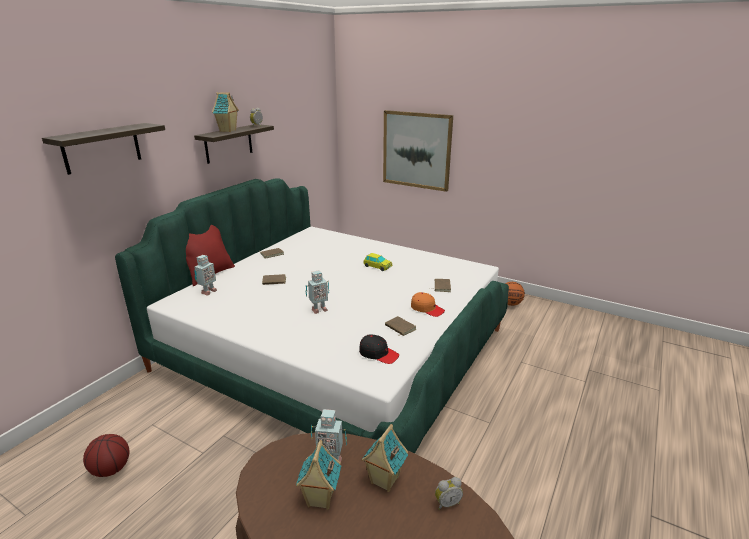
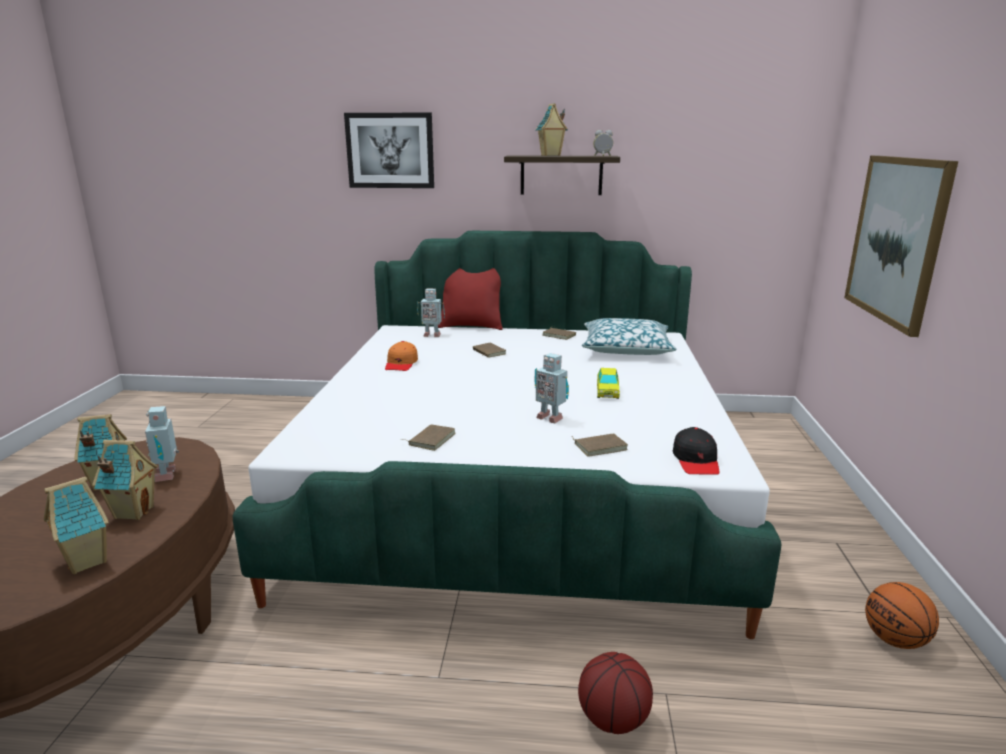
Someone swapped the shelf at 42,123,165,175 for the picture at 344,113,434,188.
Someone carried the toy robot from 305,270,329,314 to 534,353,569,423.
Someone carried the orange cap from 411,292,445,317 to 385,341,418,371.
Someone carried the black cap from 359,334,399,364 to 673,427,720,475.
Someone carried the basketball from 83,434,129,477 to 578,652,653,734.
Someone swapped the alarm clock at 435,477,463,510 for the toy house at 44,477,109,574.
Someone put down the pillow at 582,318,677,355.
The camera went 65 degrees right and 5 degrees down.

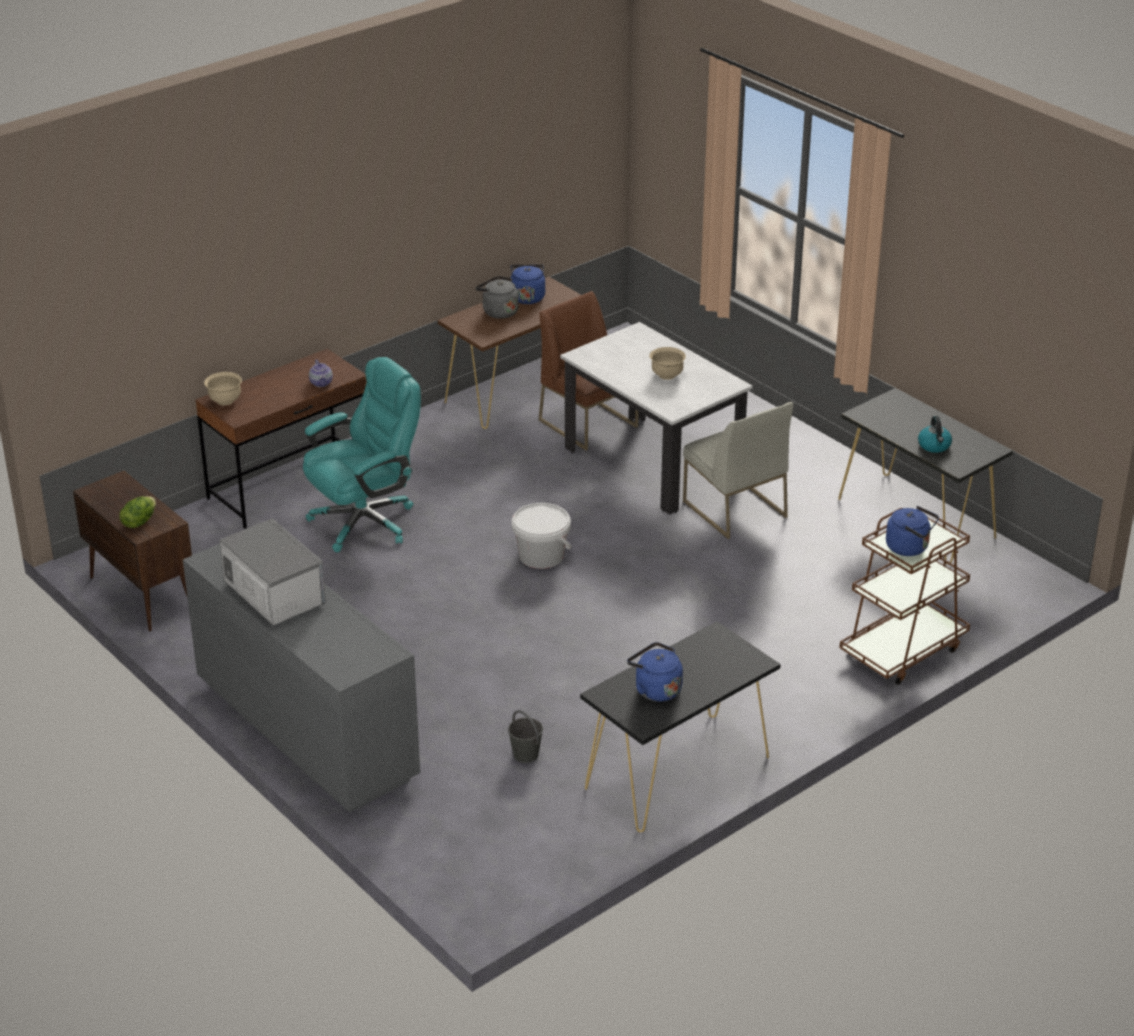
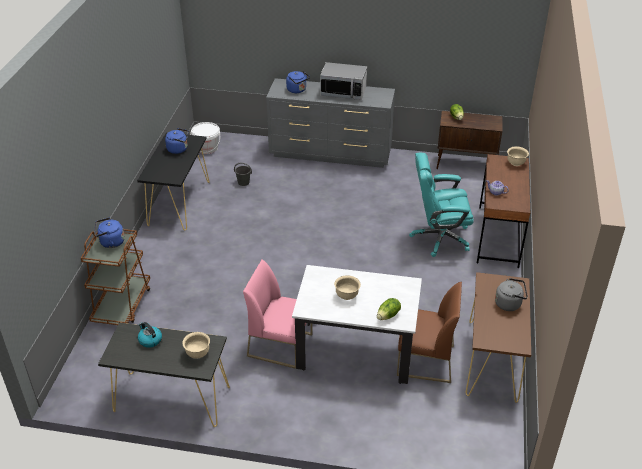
Someone carried the blue kettle from 510,264,545,304 to 286,71,310,93.
Someone rotated the turquoise office chair at 303,357,421,552 by 75 degrees clockwise.
Someone repainted the white chair at 683,402,793,539, which became the pink chair at 243,260,313,369.
Someone carried the white bucket from 512,503,572,569 to 190,122,220,154.
Someone put down the lettuce at 377,298,401,320.
Someone put down the beige bowl at 182,332,210,358.
The camera went 140 degrees right and 5 degrees up.

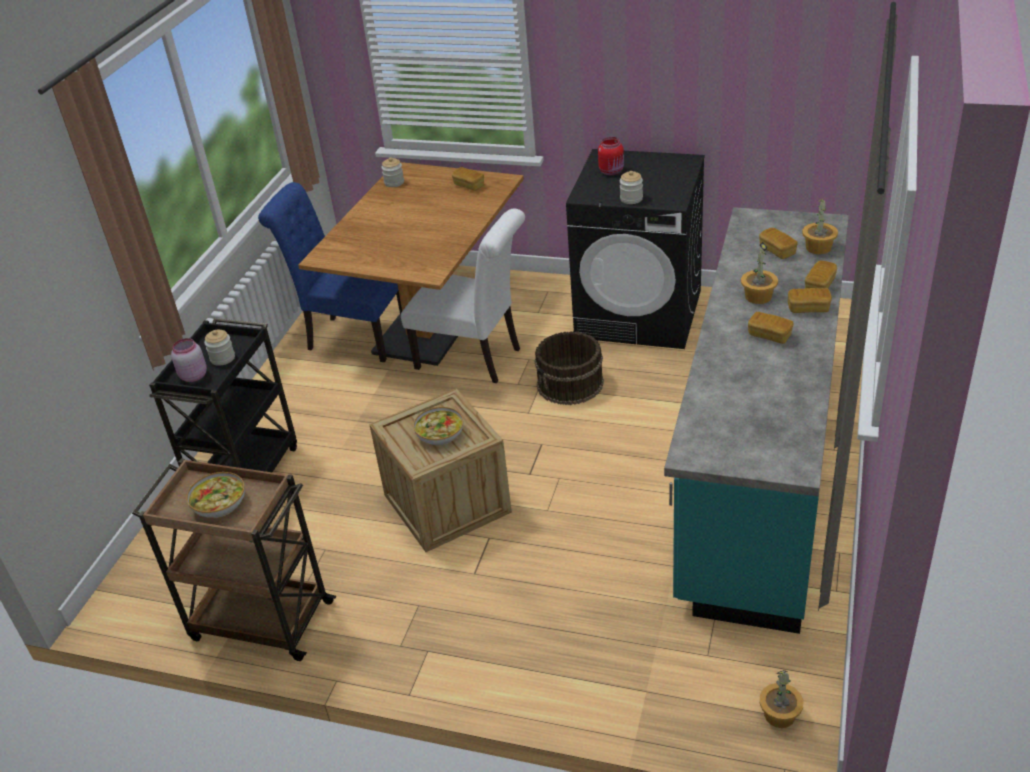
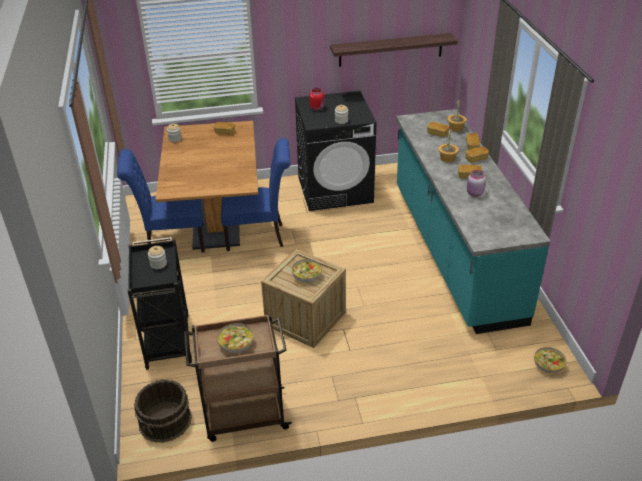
Someone repainted the white chair at 401,209,525,383, which became the blue chair at 221,138,290,251.
Someone carried the brown bucket from 535,331,604,405 to 134,380,192,442.
Someone carried the pink jar from 171,338,207,382 to 467,170,486,197.
Someone swapped the potted plant at 759,670,803,728 for the bowl at 534,347,567,373.
Someone put up the shelf at 330,33,458,67.
The camera went 30 degrees left and 0 degrees up.

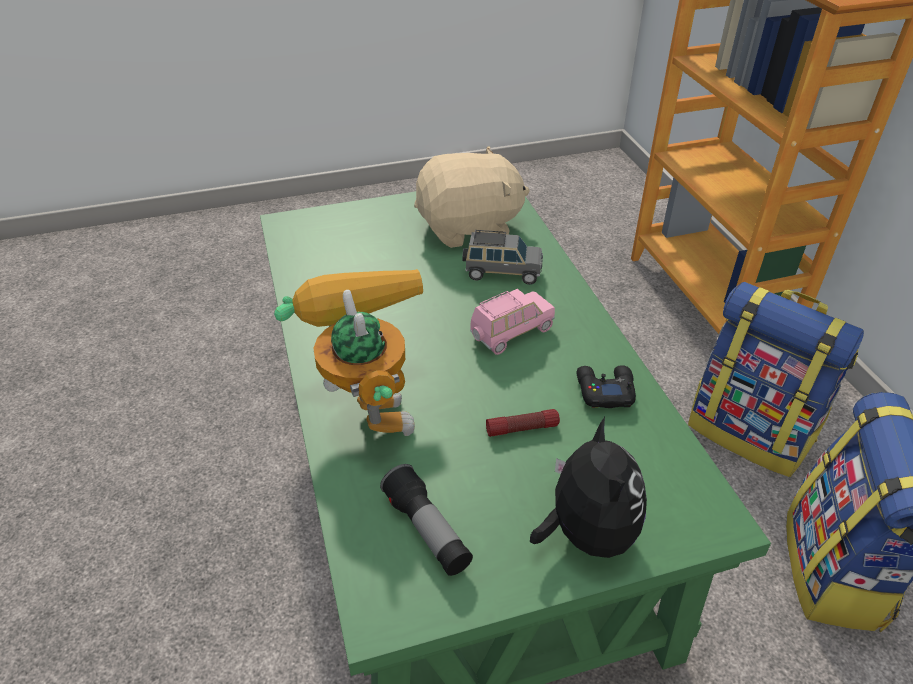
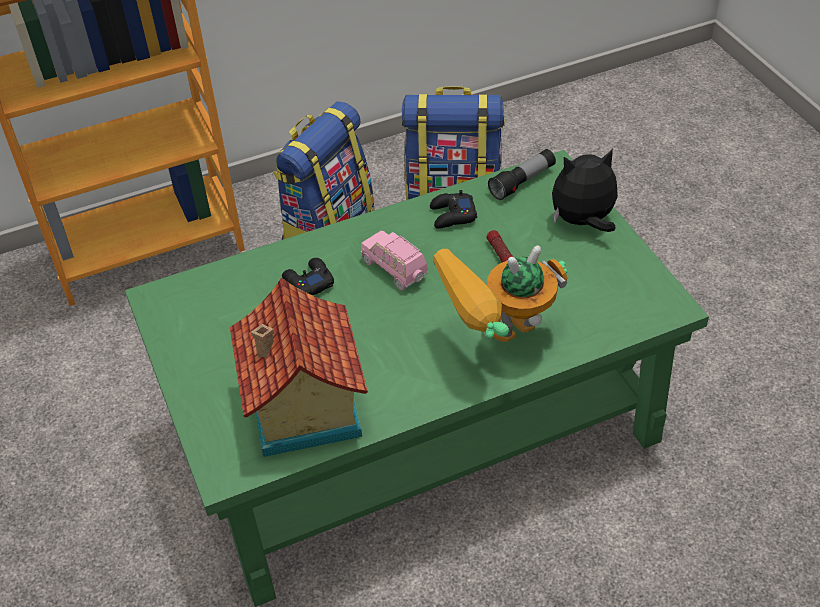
Someone took away the beige plush toy at 414,146,530,248.
Someone swapped the grey toy car at 462,230,543,285 for the black game controller at 282,258,334,295.
Someone carried the flashlight from 380,464,473,576 to 488,149,556,200.
Someone put down the toy house at 230,278,368,457.
The camera went 95 degrees left and 5 degrees up.

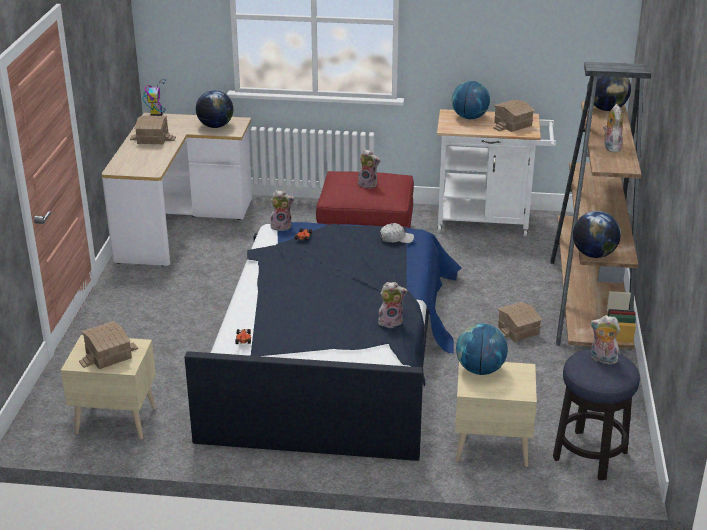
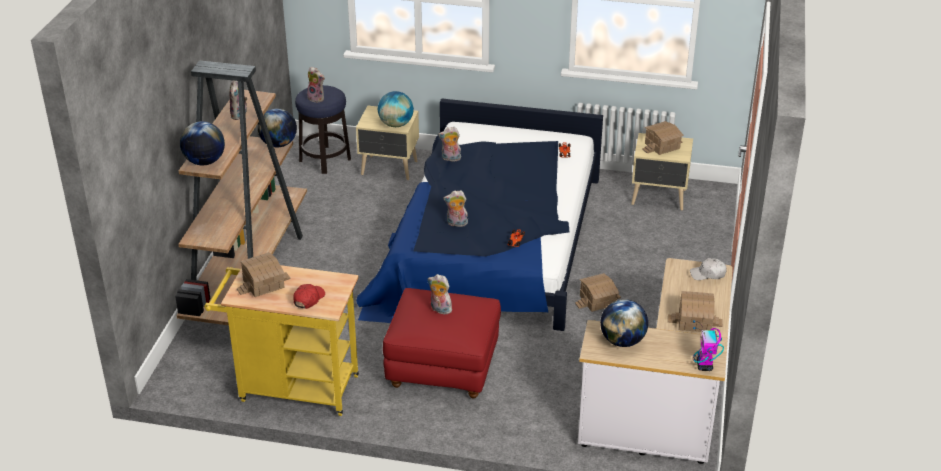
Someone swapped the globe at 452,81,490,119 for the red cap at 294,284,325,309.
Someone repainted the white cart at 437,109,556,236, which became the yellow cart at 205,265,359,416.
Someone carried the plush toy from 270,190,295,231 to 443,190,468,227.
Someone carried the white cap from 380,223,414,243 to 690,258,727,280.
Someone carried the toy house from 497,302,543,342 to 575,273,621,312.
The camera went 175 degrees left and 5 degrees up.

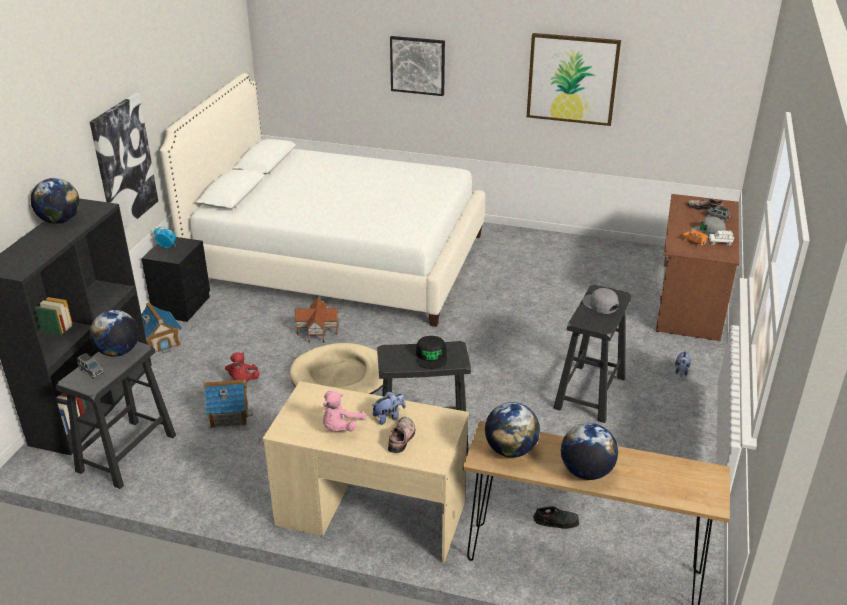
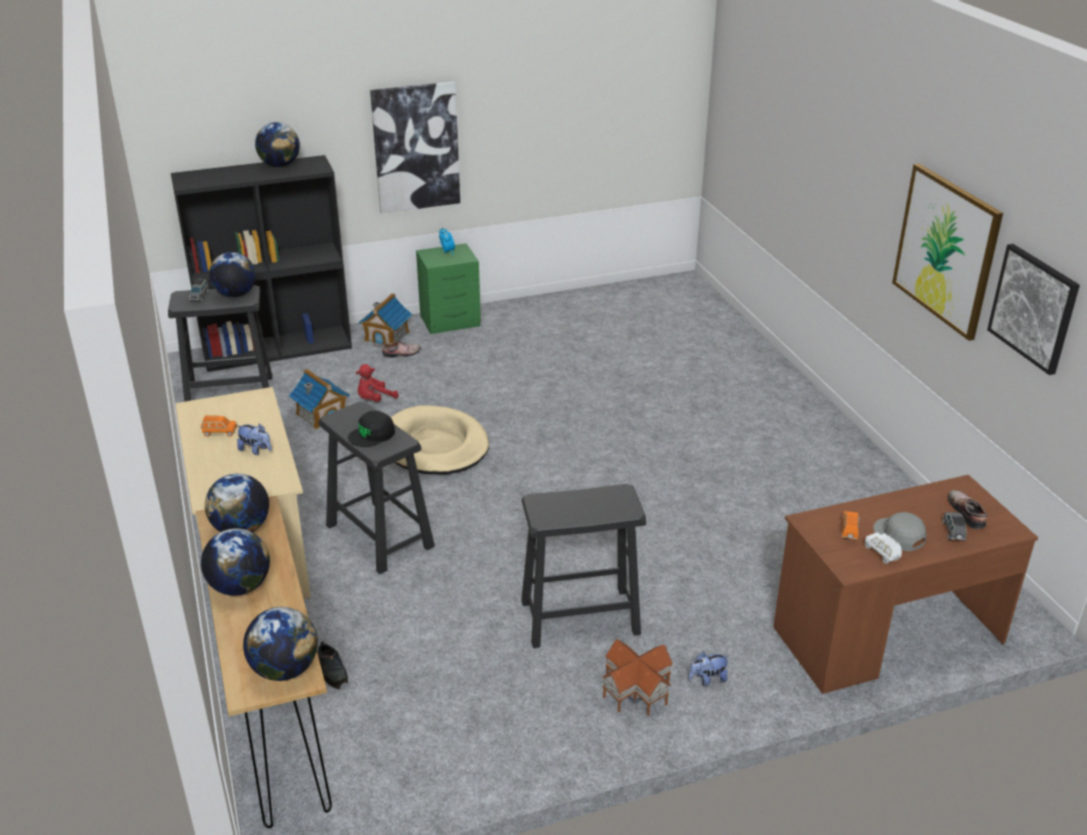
Someone carried the picture from 390,36,445,96 to 987,244,1080,375.
Someone took away the white bed at 160,73,485,327.
Someone repainted the black nightstand at 141,237,210,322, which became the green nightstand at 416,243,481,334.
Someone took away the grey cap at 582,288,619,314.
Someone carried the toy house from 295,298,339,343 to 602,639,673,716.
Someone swapped the pink plush toy at 323,391,366,432 for the orange toy car at 201,415,237,437.
Someone carried the shoe from 388,417,415,453 to 382,341,421,358.
Someone put down the globe at 243,607,318,681.
The camera went 55 degrees right and 0 degrees up.

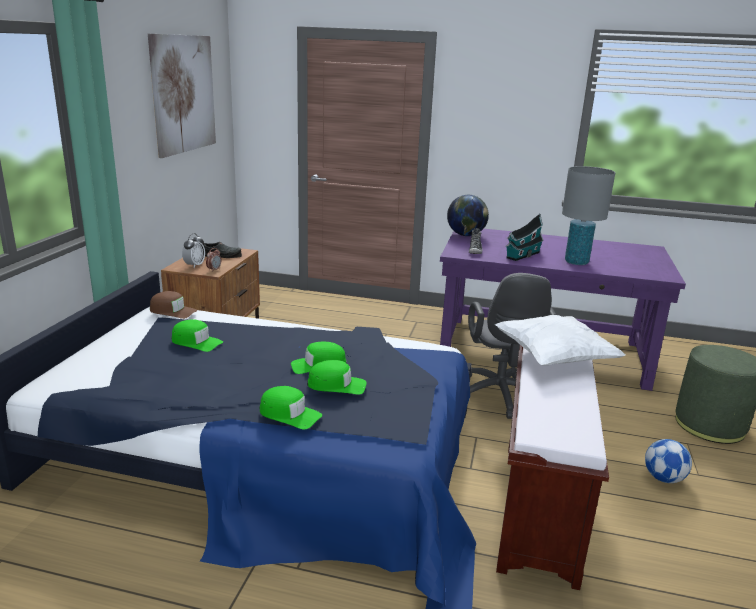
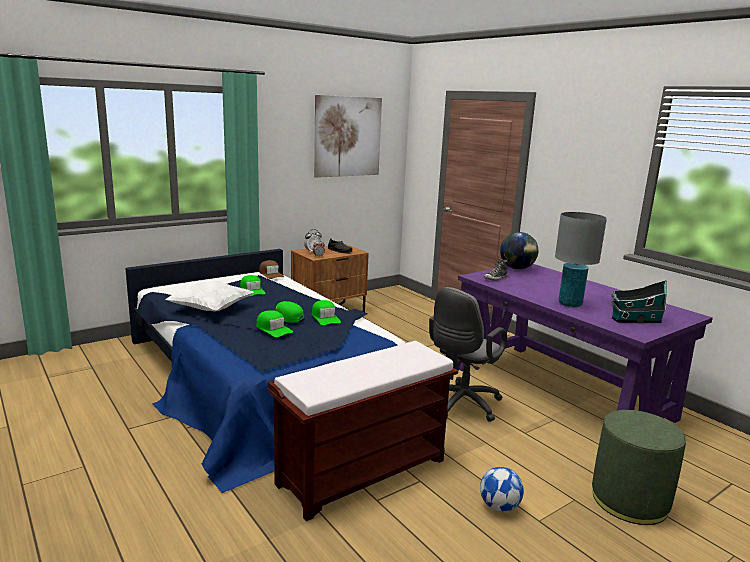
Someone carried the toy house from 505,214,544,261 to 611,280,667,323.
Someone carried the white pillow from 494,315,625,365 to 165,281,254,312.
Someone carried the green cap from 259,386,322,430 to 312,300,341,325.
The camera went 40 degrees right and 5 degrees down.

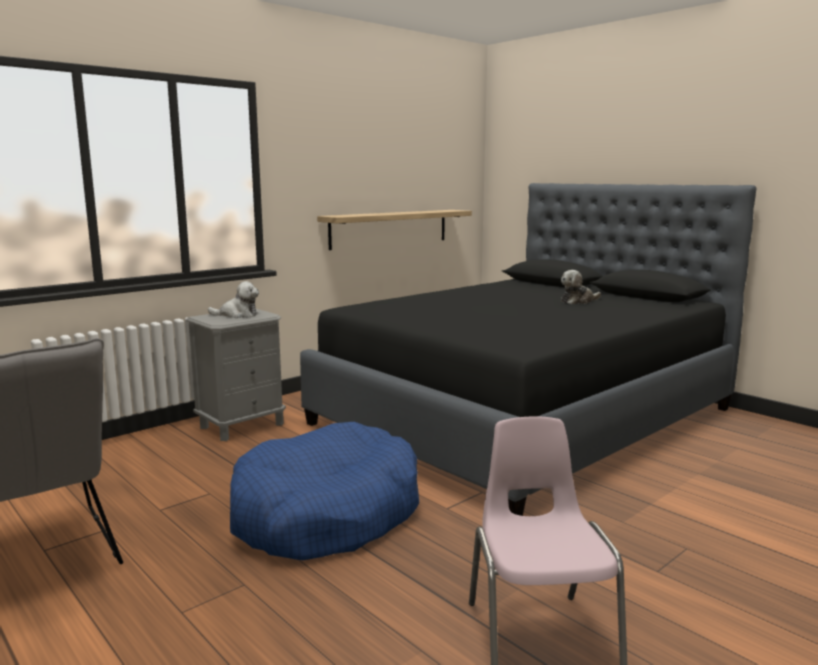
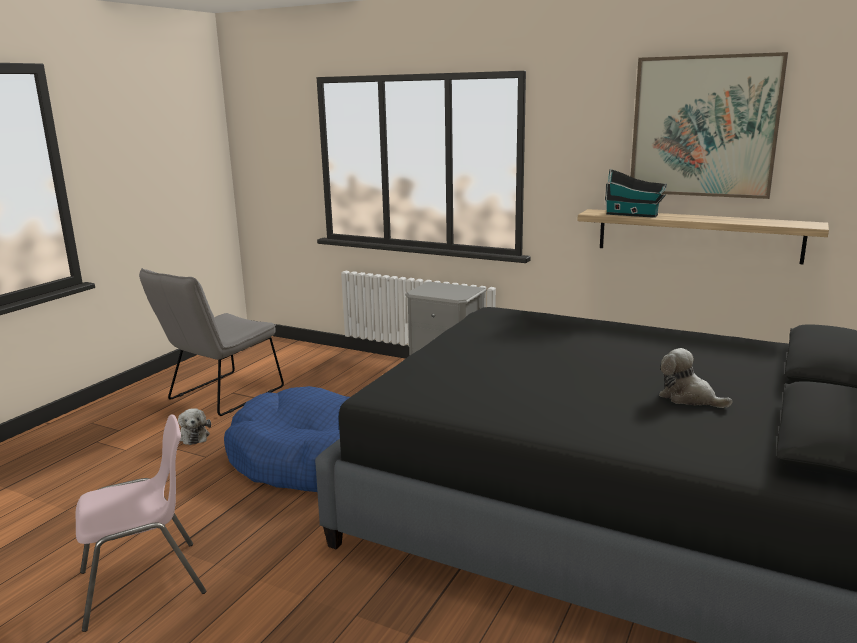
Someone carried the plush toy from 208,281,259,318 to 178,408,211,445.
Someone put up the picture at 631,52,788,199.
Someone put down the toy house at 605,168,667,218.
The camera went 70 degrees right and 5 degrees up.

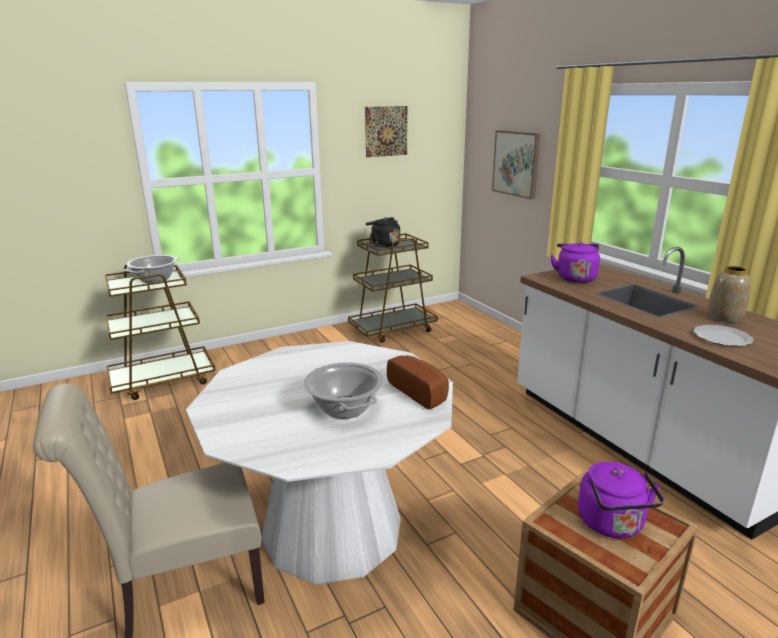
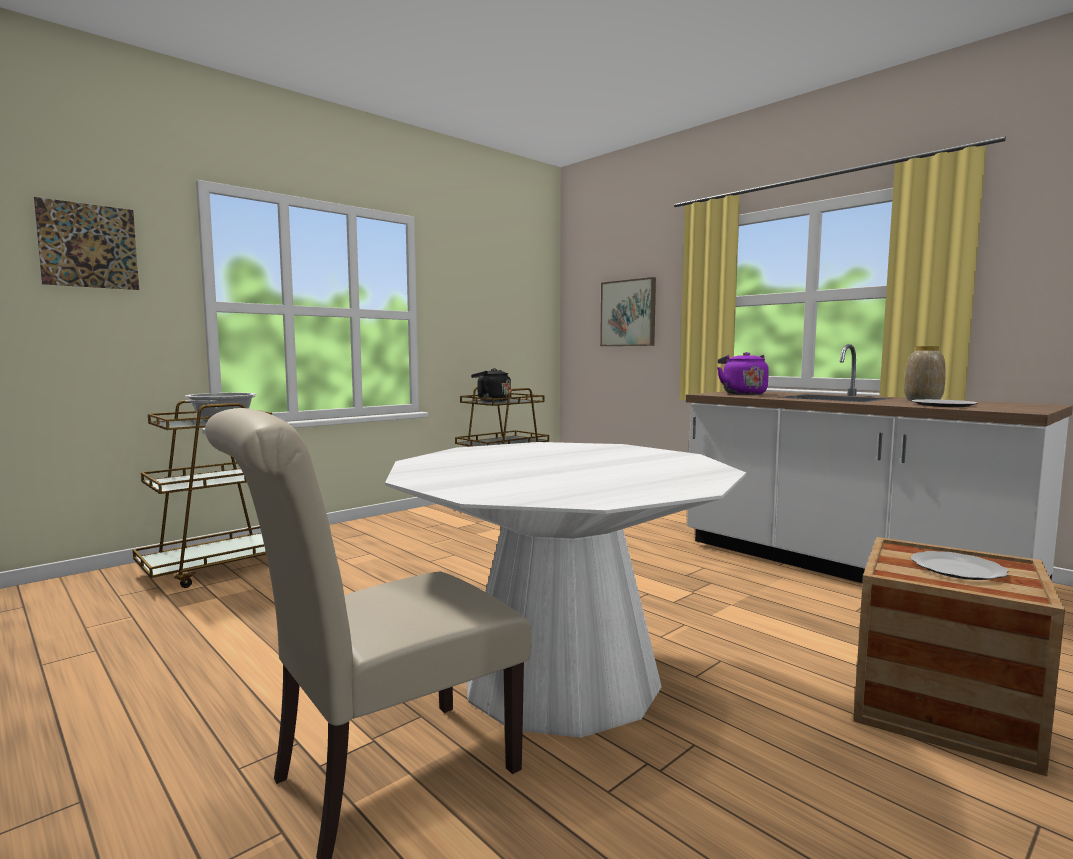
Someone carried the picture from 365,106,407,157 to 34,197,139,290.
Someone took away the bread at 387,355,449,409.
Someone took away the cooking pot at 303,362,384,419.
Someone swapped the purple kettle at 578,461,664,538 for the plate at 911,551,1008,580.
The camera went 15 degrees left and 15 degrees down.

